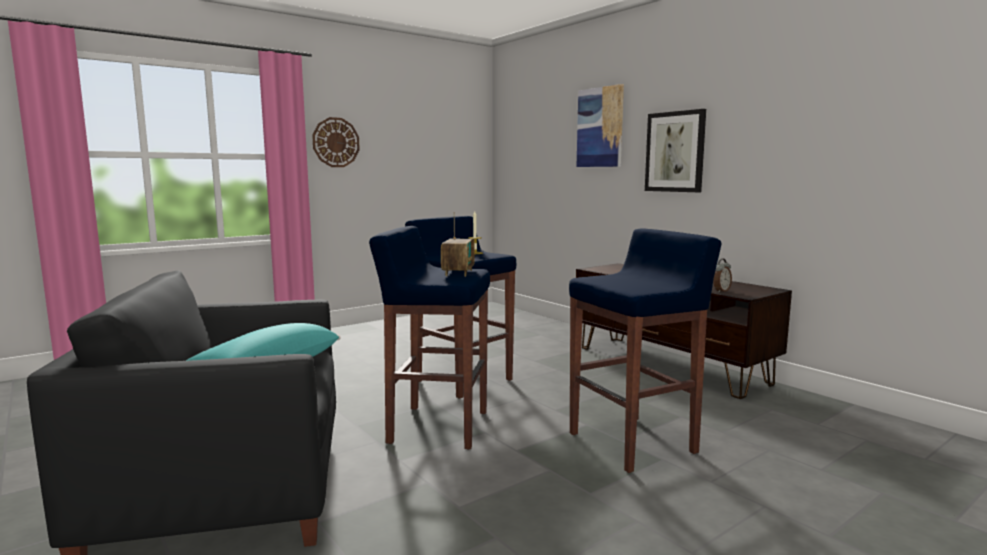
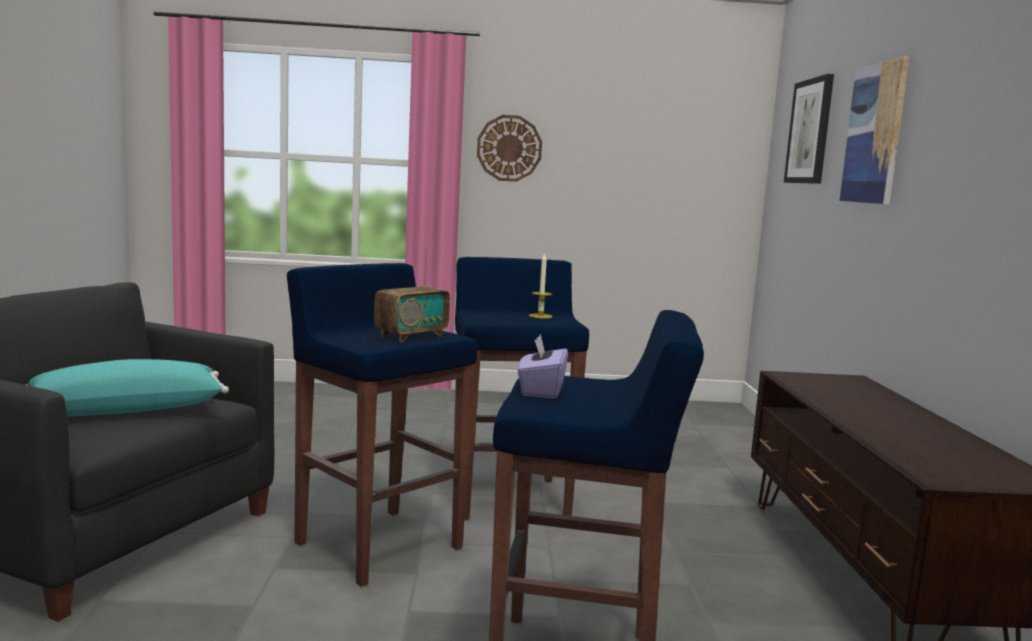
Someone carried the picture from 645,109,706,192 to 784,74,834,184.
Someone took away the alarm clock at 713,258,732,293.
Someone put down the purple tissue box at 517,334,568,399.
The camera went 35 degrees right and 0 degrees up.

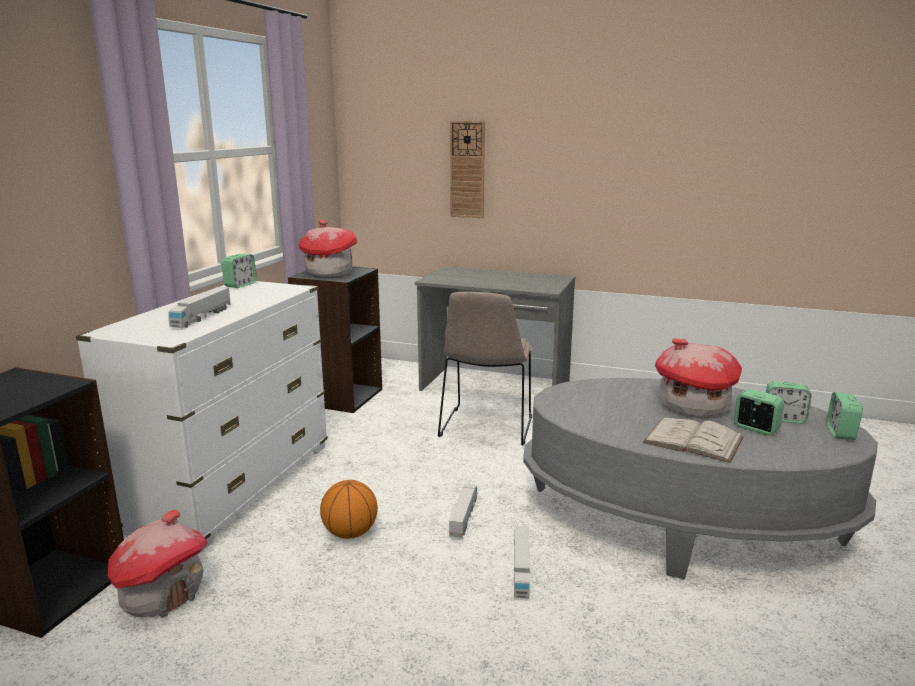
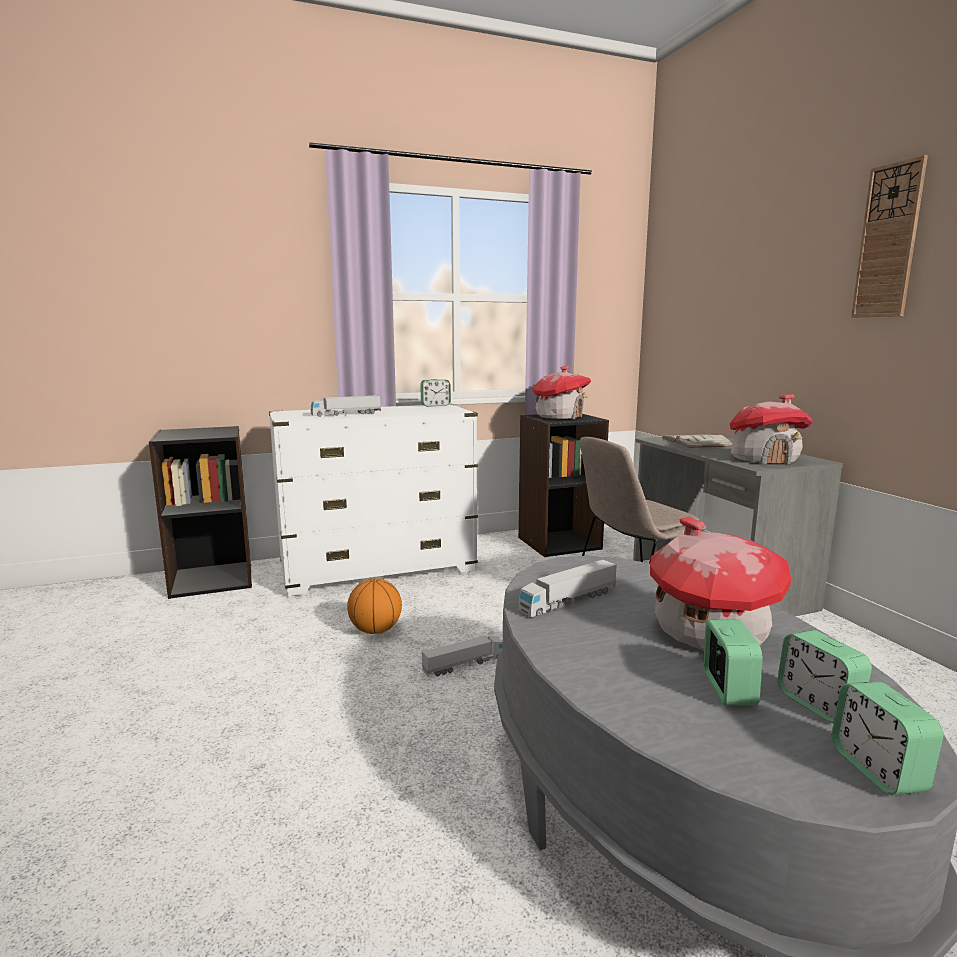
Someone carried the wall clock from 450,121,485,218 to 851,155,928,317.
Someone rotated the alarm clock at 826,392,863,440 by 75 degrees counterclockwise.
Someone carried the white book from 643,417,744,463 to 662,435,732,448.
Someone carried the toy house from 108,510,208,618 to 730,394,813,465.
Someone carried the toy truck from 514,526,530,599 to 519,560,617,617.
The camera went 50 degrees right and 5 degrees down.

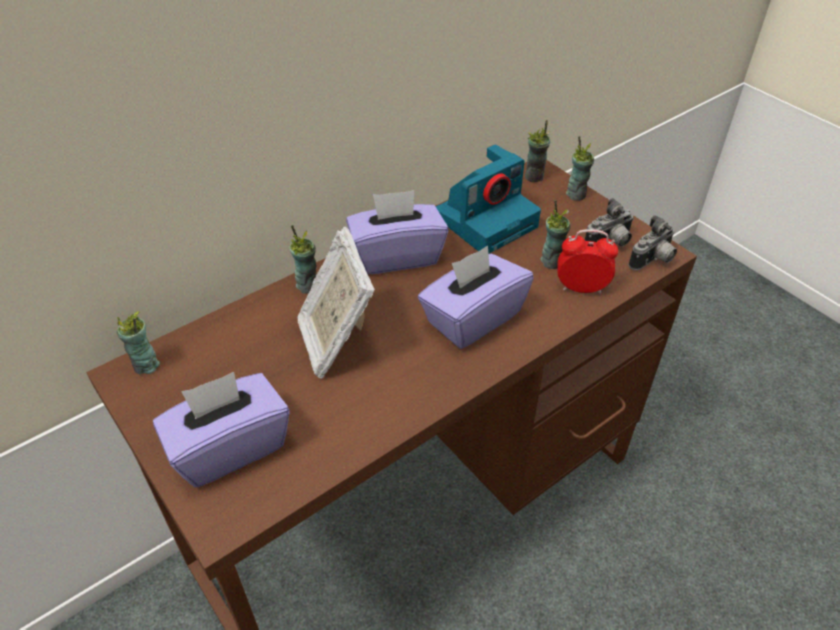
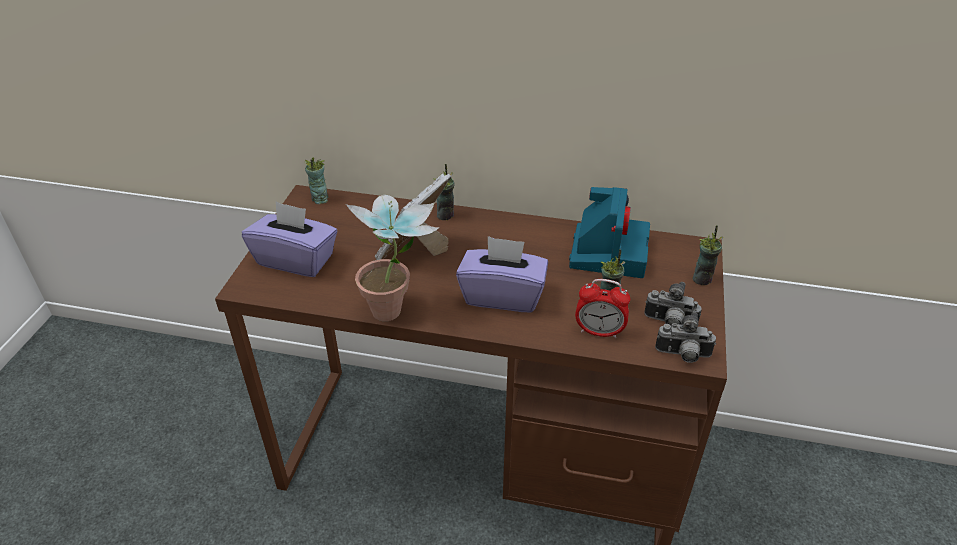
Someone took away the cup at 525,120,551,183.
Someone rotated the photo camera at 435,145,541,254 by 90 degrees counterclockwise.
Someone took away the purple tissue box at 346,190,448,274.
Someone rotated the alarm clock at 557,229,618,294 by 135 degrees clockwise.
Someone put down the potted plant at 346,195,439,321.
The camera went 50 degrees right and 5 degrees down.

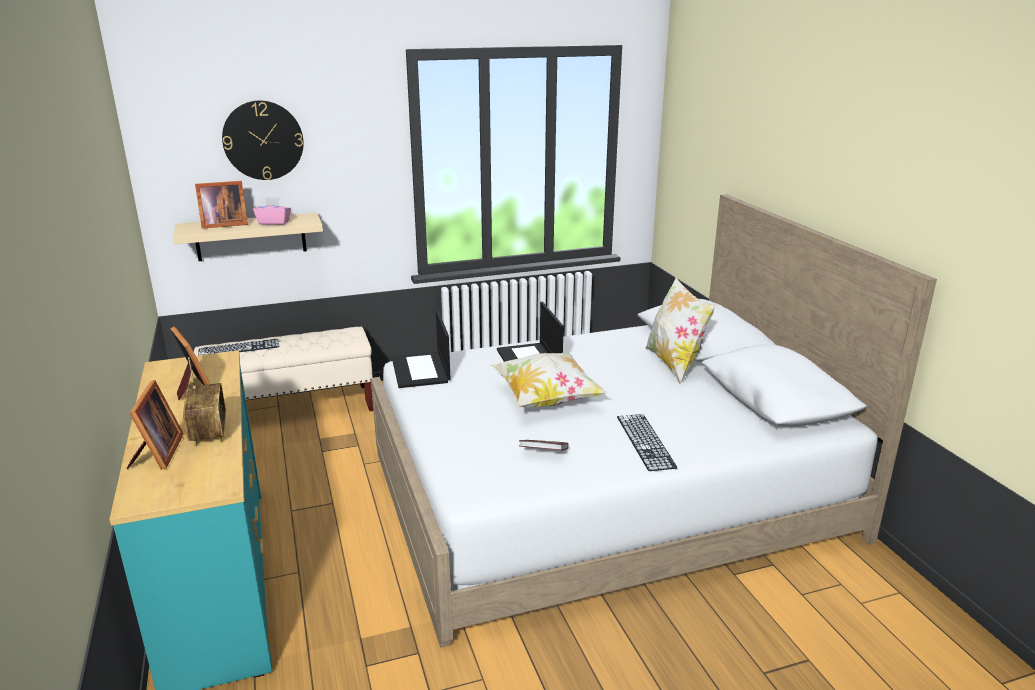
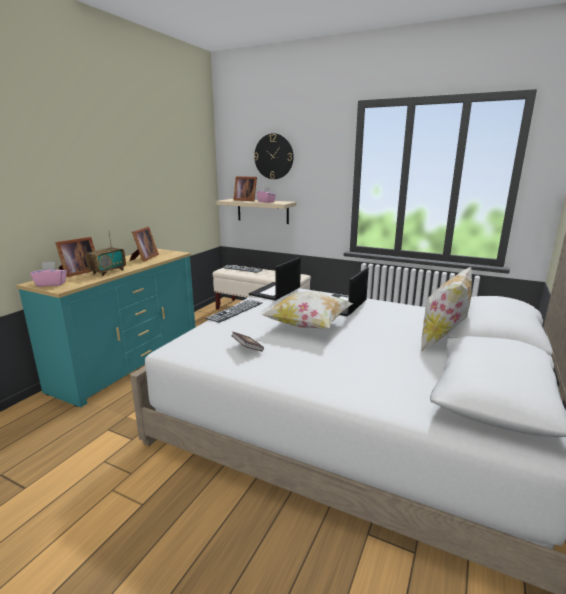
Someone carried the keyboard from 617,414,677,471 to 206,299,263,323.
Someone put down the pink tissue box at 30,262,67,287.
The camera went 45 degrees right and 5 degrees down.

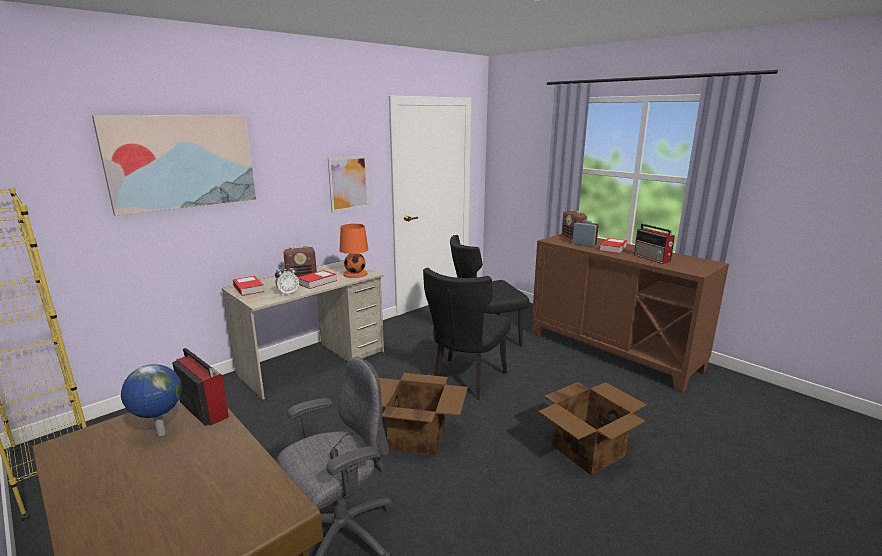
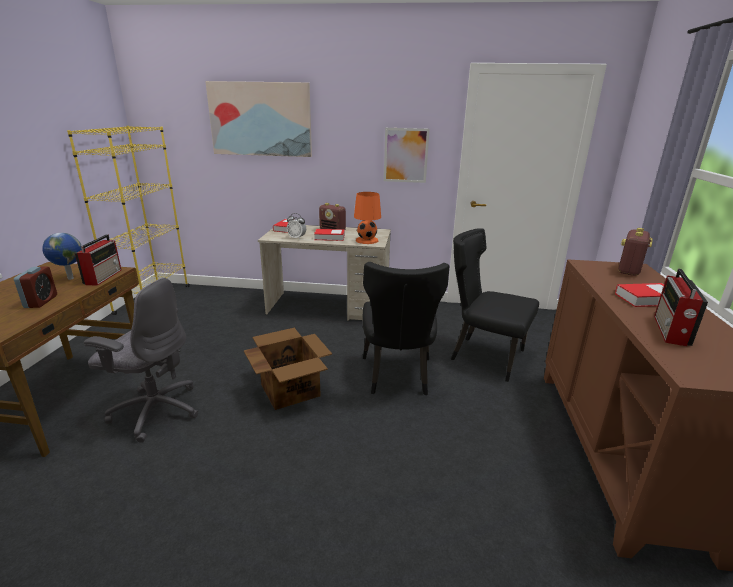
Someone carried the alarm clock from 573,220,599,247 to 14,267,57,308.
Someone rotated the black chair at 423,268,511,400 by 75 degrees counterclockwise.
Someone took away the cardboard box at 538,382,647,475.
The camera went 50 degrees right and 5 degrees up.

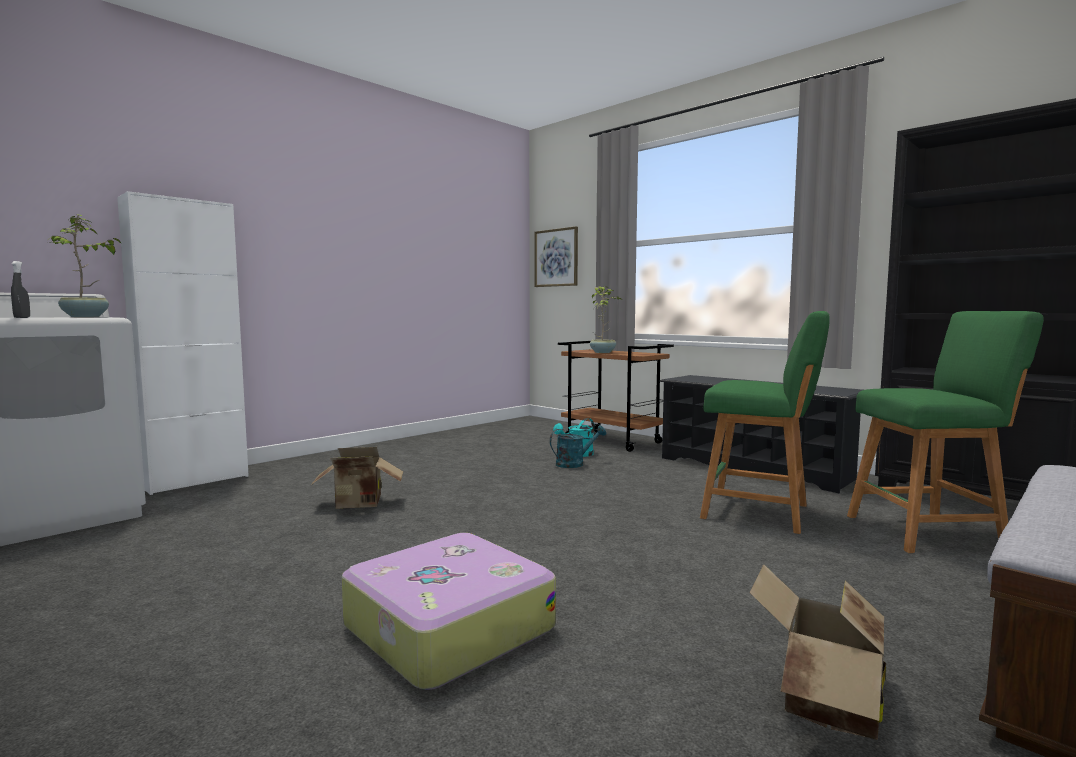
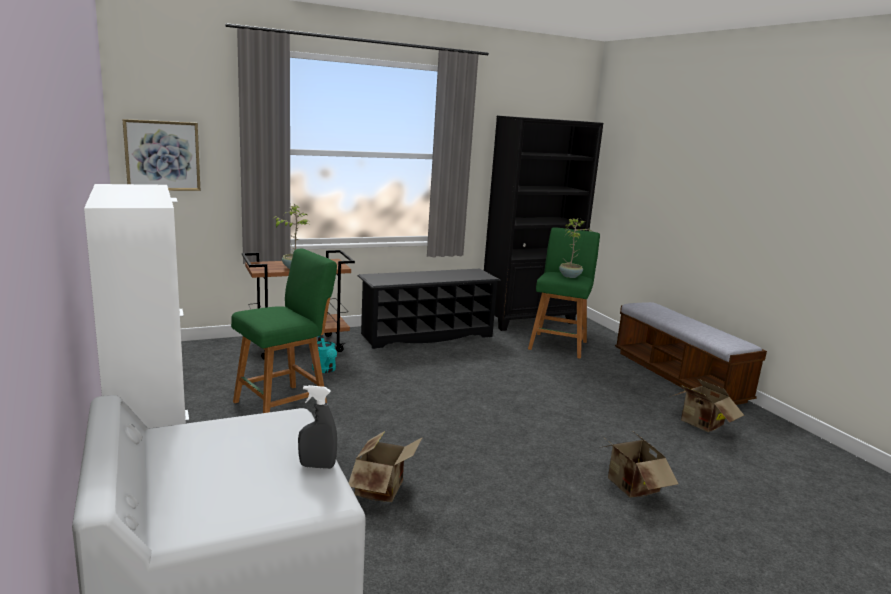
Someone carried the potted plant from 49,214,122,317 to 559,218,593,278.
Someone carried the green stool from 700,311,830,534 to 231,249,337,413.
Someone took away the turquoise watering can at 550,425,606,468.
Someone swapped the suitcase at 342,533,556,690 for the cardboard box at 600,432,679,498.
The camera went 70 degrees left and 10 degrees up.

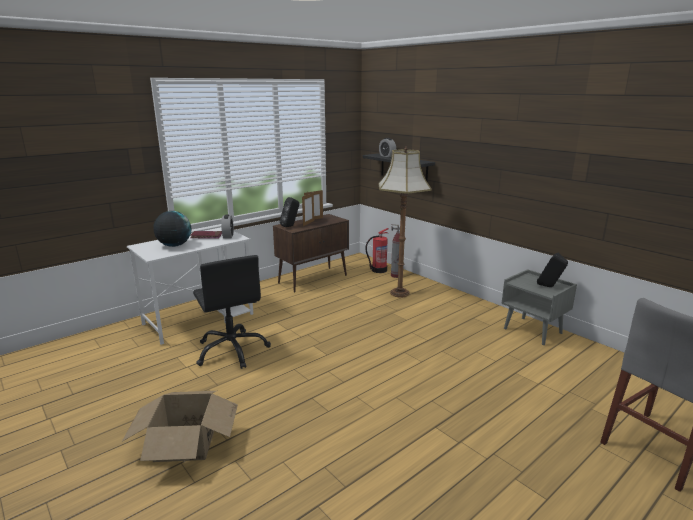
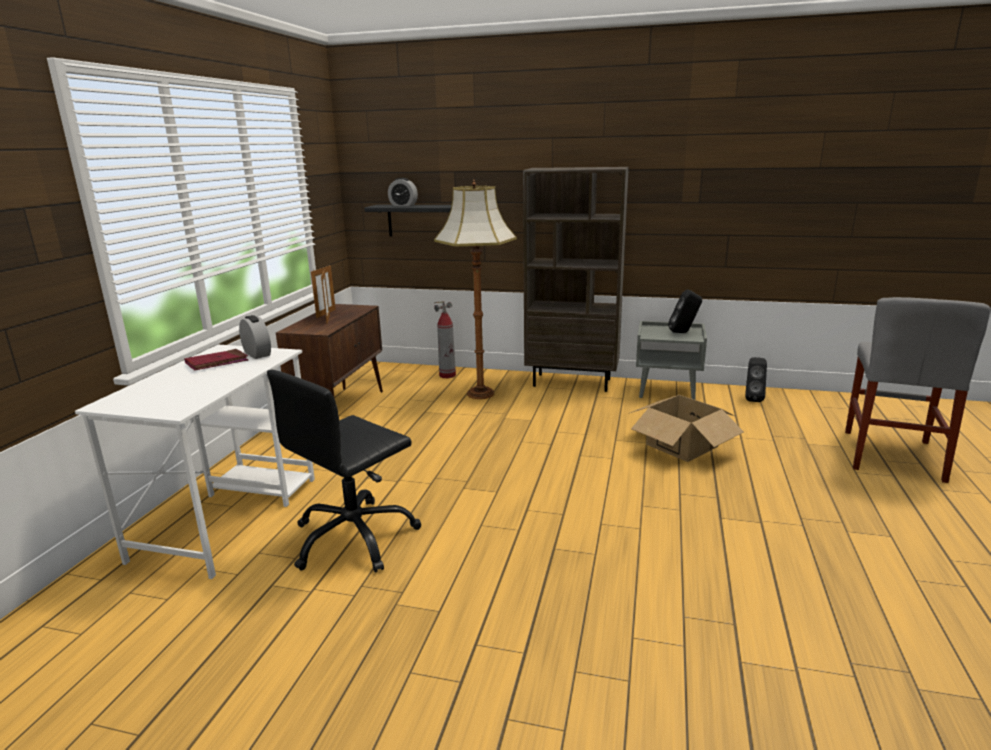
Someone carried the black speaker from 280,197,300,227 to 745,357,767,402.
Someone took away the globe at 153,211,191,247.
Someone took away the fire extinguisher at 366,228,389,273.
Someone rotated the black office chair at 193,255,271,369 by 105 degrees clockwise.
Someone carried the cardboard box from 122,391,238,462 to 628,395,744,462.
Someone put down the brown bookcase at 523,167,629,392.
The camera went 35 degrees left and 0 degrees up.

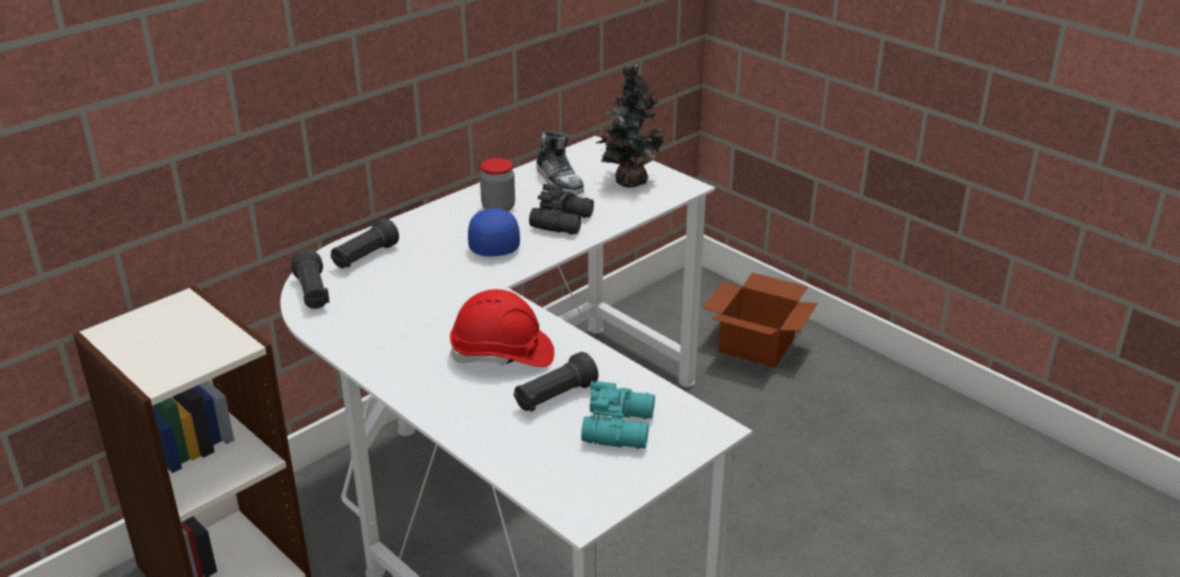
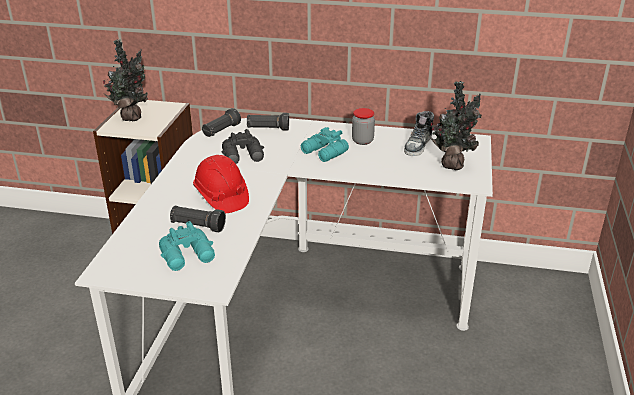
Someone carried the black binoculars from 529,184,594,234 to 222,129,264,164.
Someone swapped the blue cap at 468,208,520,256 for the turquoise binoculars at 301,127,349,162.
Someone took away the cardboard box at 702,273,818,368.
Someone put down the potted plant at 103,39,148,121.
The camera went 55 degrees right and 0 degrees up.

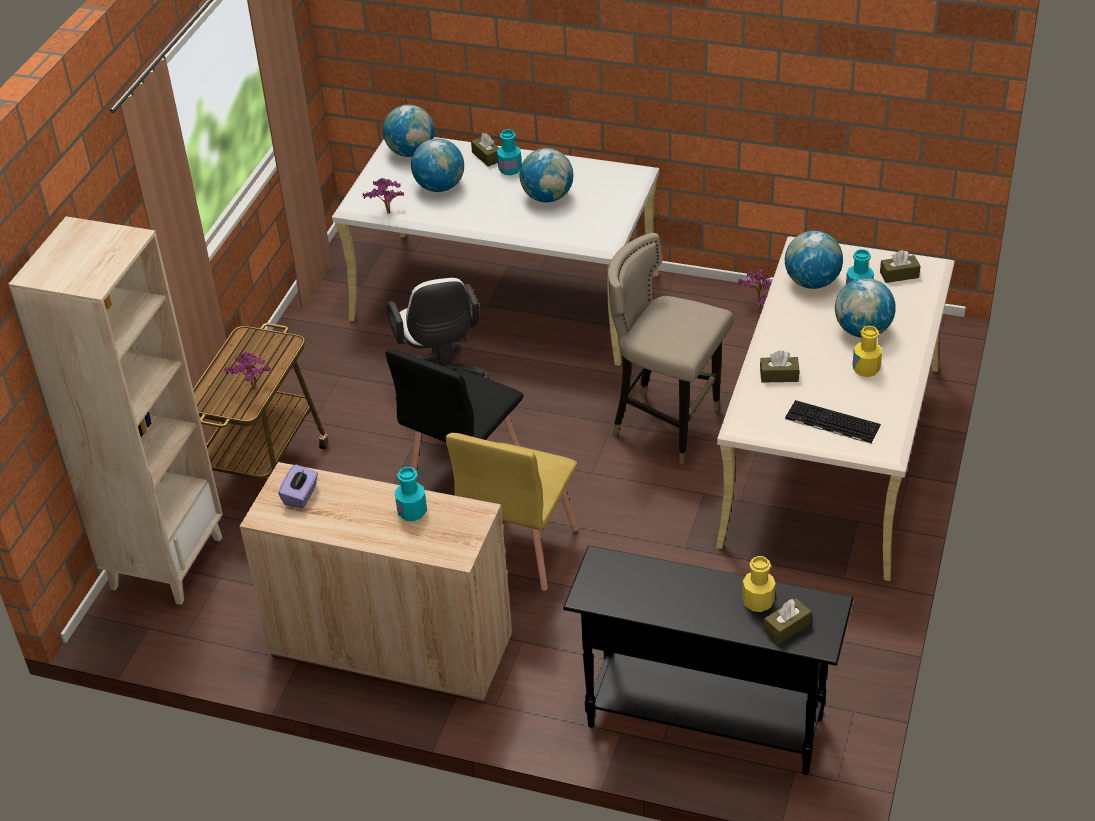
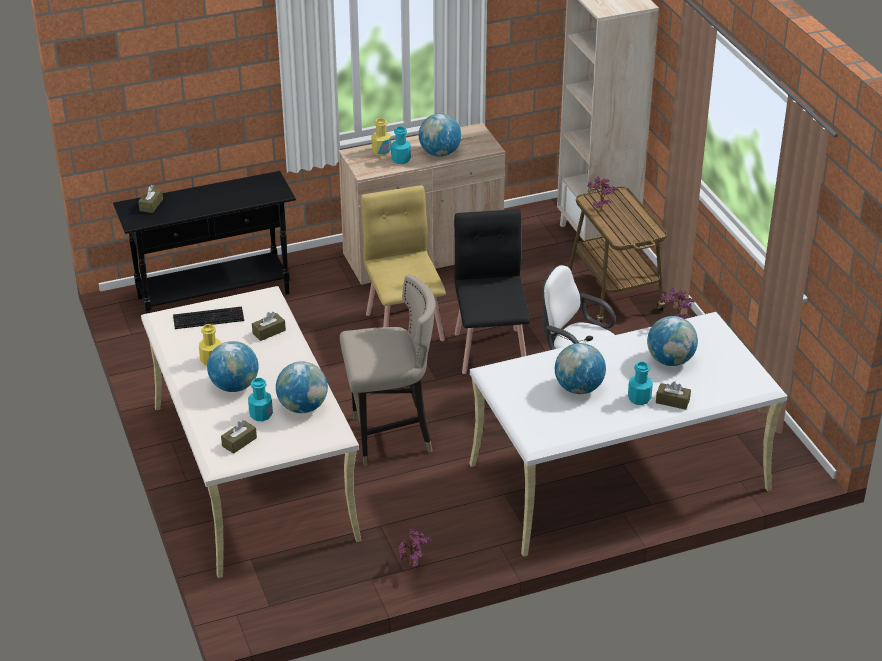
Someone carried the globe from 383,105,435,157 to 419,114,461,157.
Someone took away the purple tissue box at 278,464,318,508.
Someone carried the yellow bottle from 742,556,776,612 to 372,118,391,156.
The camera went 140 degrees right and 5 degrees down.

